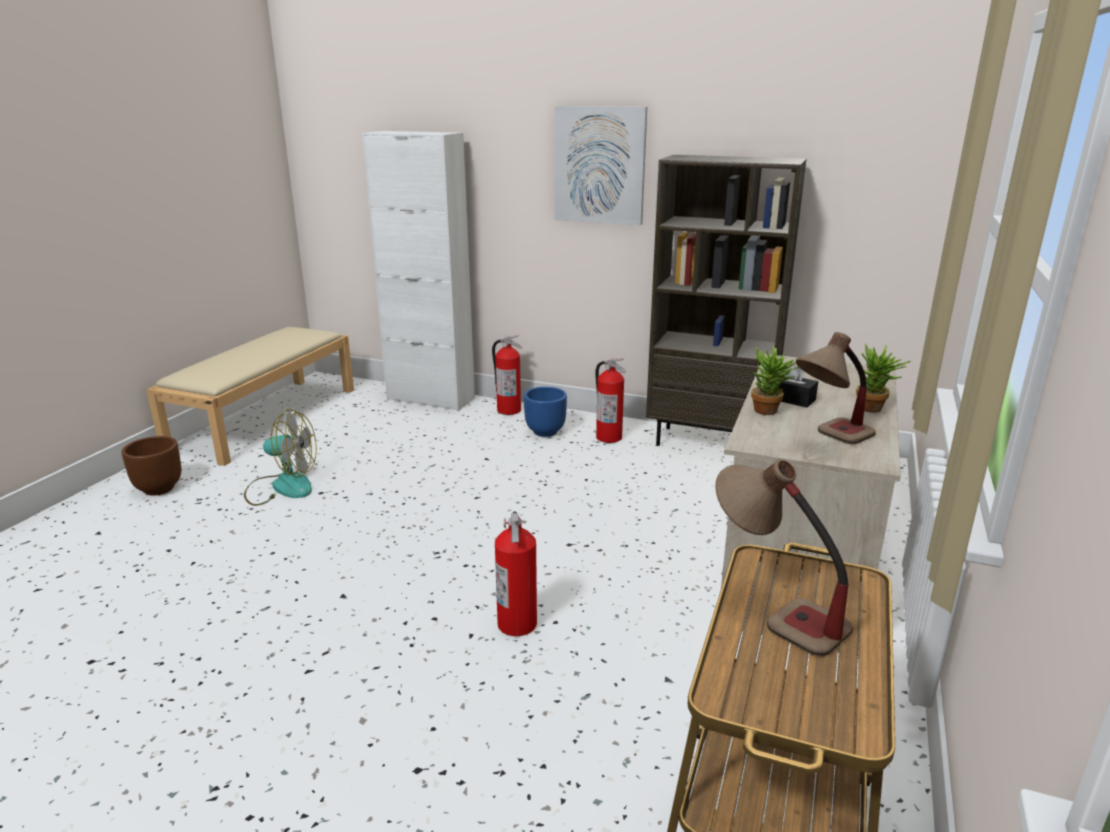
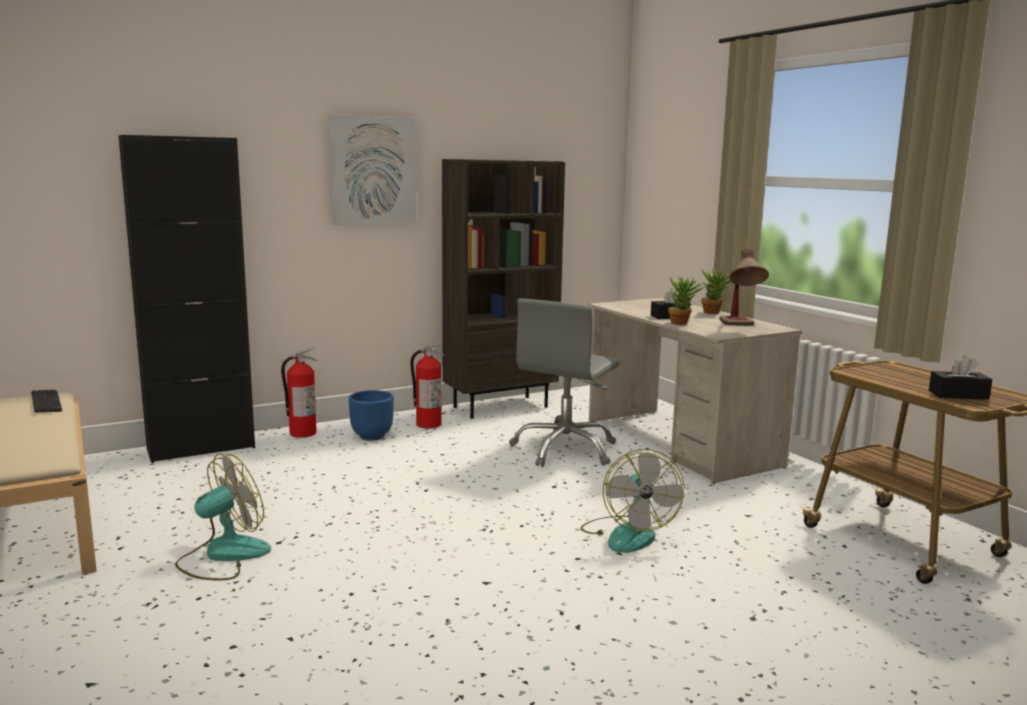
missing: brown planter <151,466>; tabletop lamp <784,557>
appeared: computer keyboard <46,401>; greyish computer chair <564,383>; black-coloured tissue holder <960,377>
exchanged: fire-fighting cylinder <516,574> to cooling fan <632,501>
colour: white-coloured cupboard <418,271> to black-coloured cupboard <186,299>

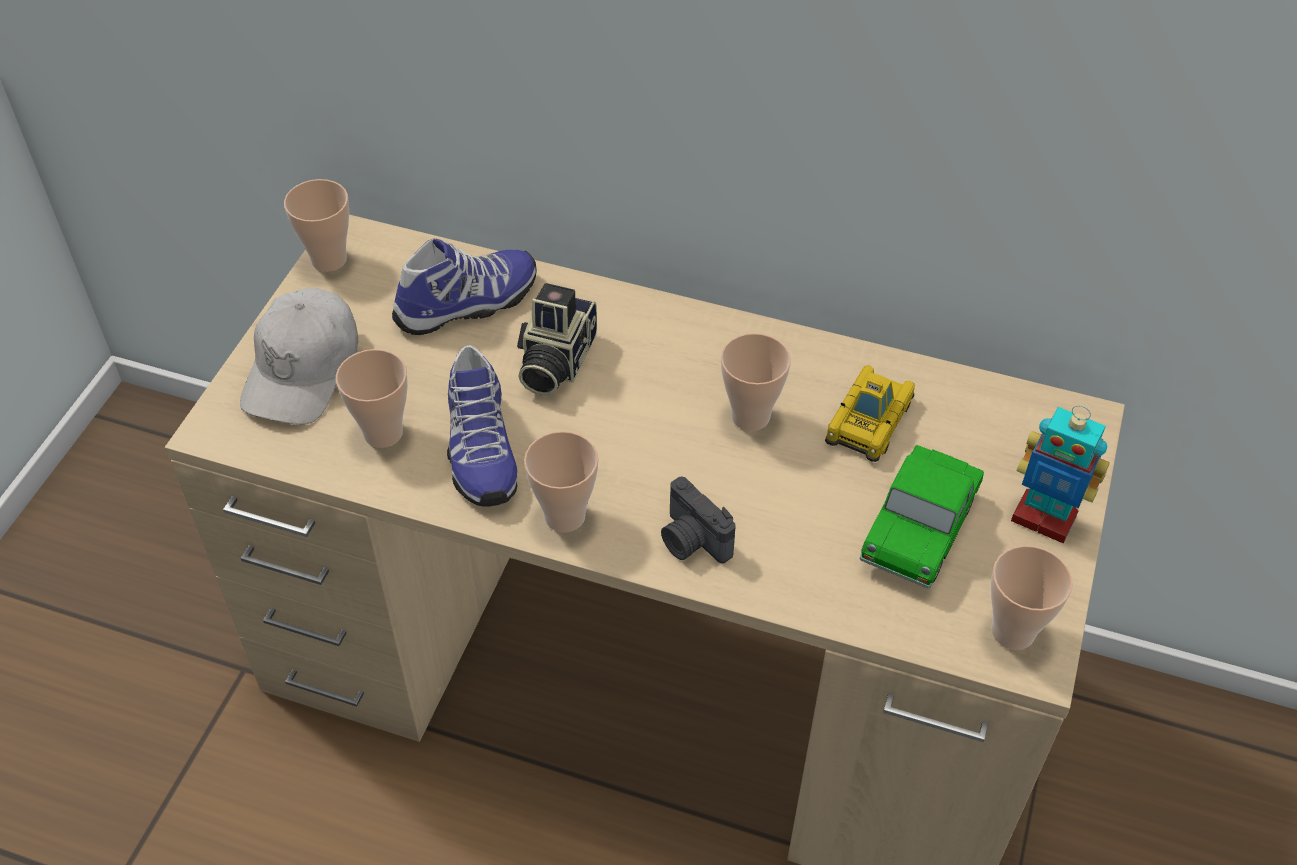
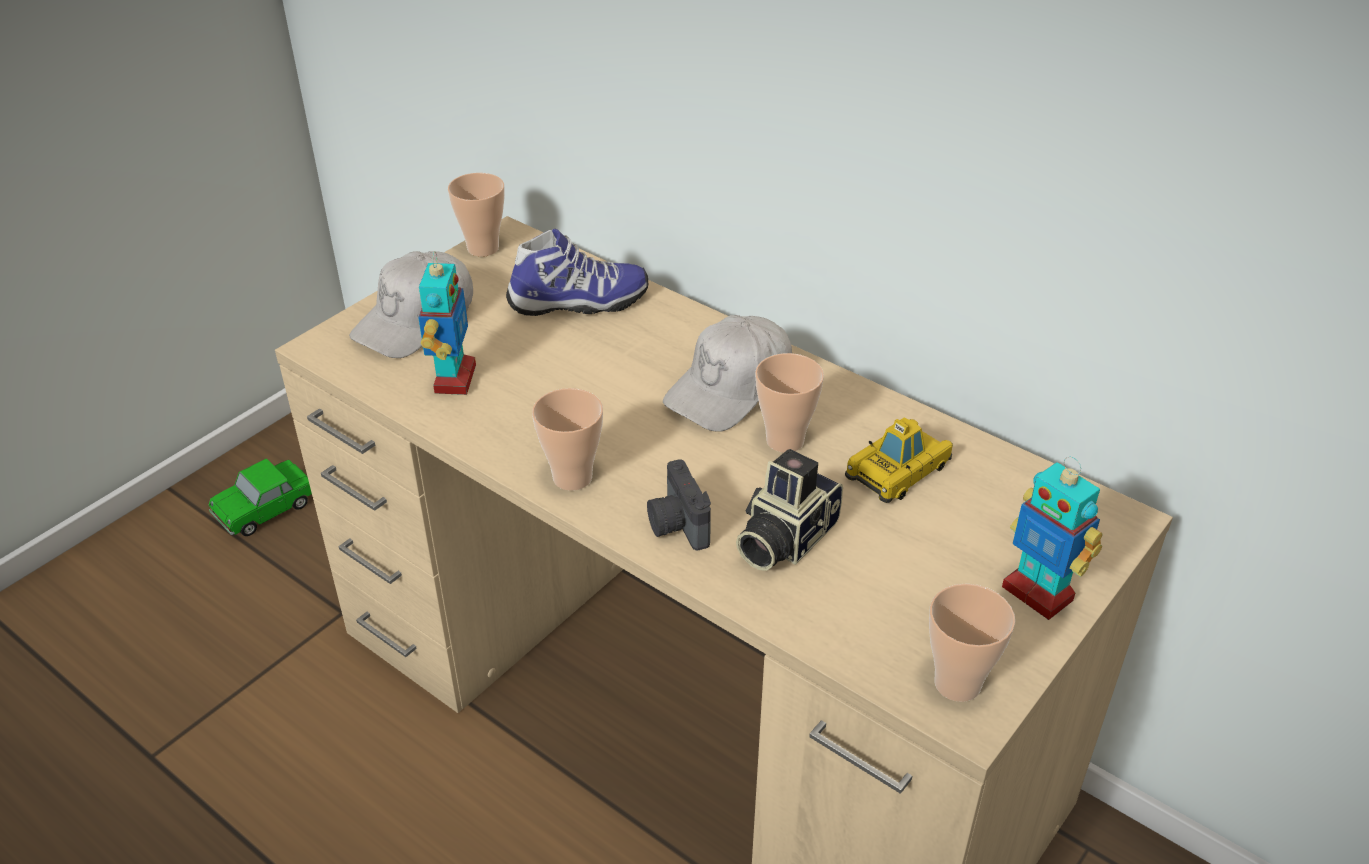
missing: shoe <482,425>
appeared: white-coloured peaked cap <727,373>
relocated: photo camera <557,339> to <789,510>; model car <922,516> to <260,497>
exchanged: cup <372,398> to robot figure <447,323>

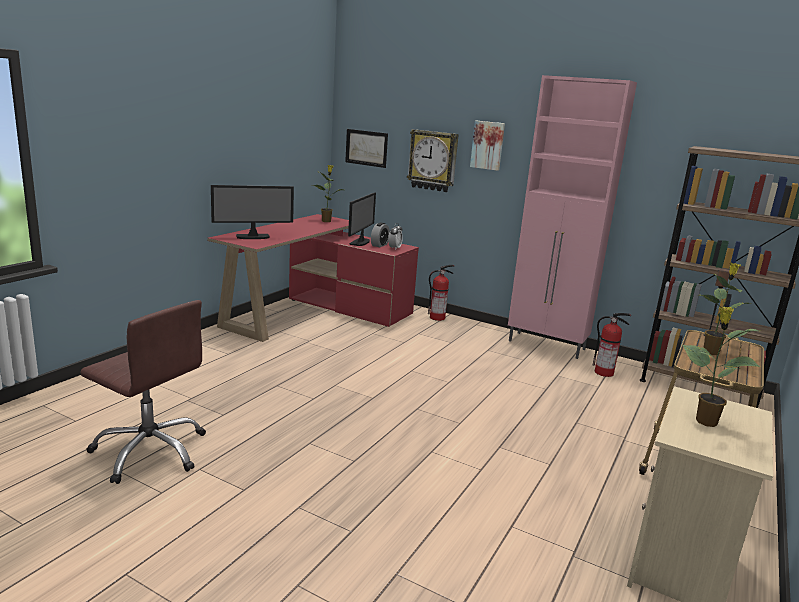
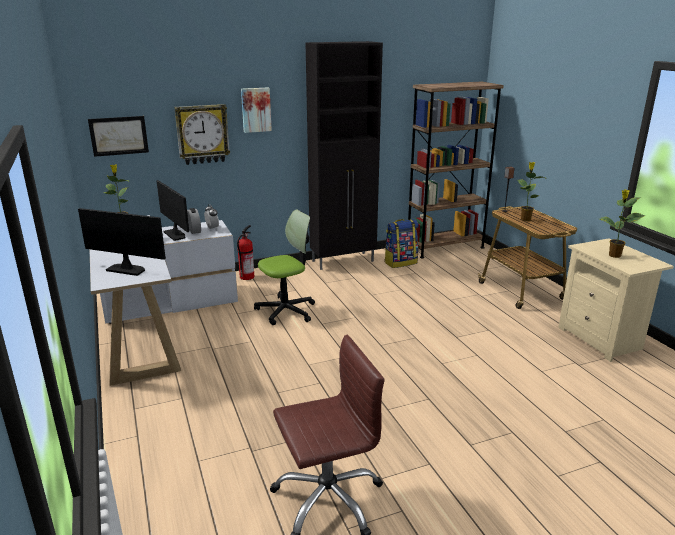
appeared: computer chair <284,267>
exchanged: fire-fighting cylinder <612,345> to knapsack <401,243>
colour: reddish desk table <313,278> to white-coloured desk table <164,300>; pink-coloured cupboard <572,217> to black-coloured cupboard <344,155>
spun: monitor <252,212> = <122,242> 90 degrees counterclockwise

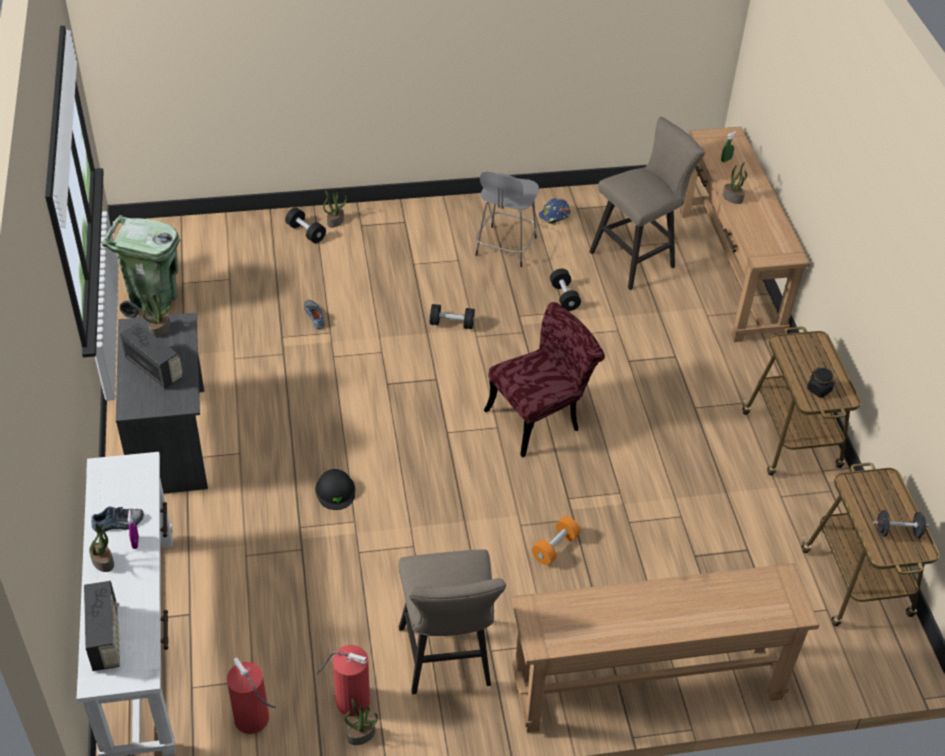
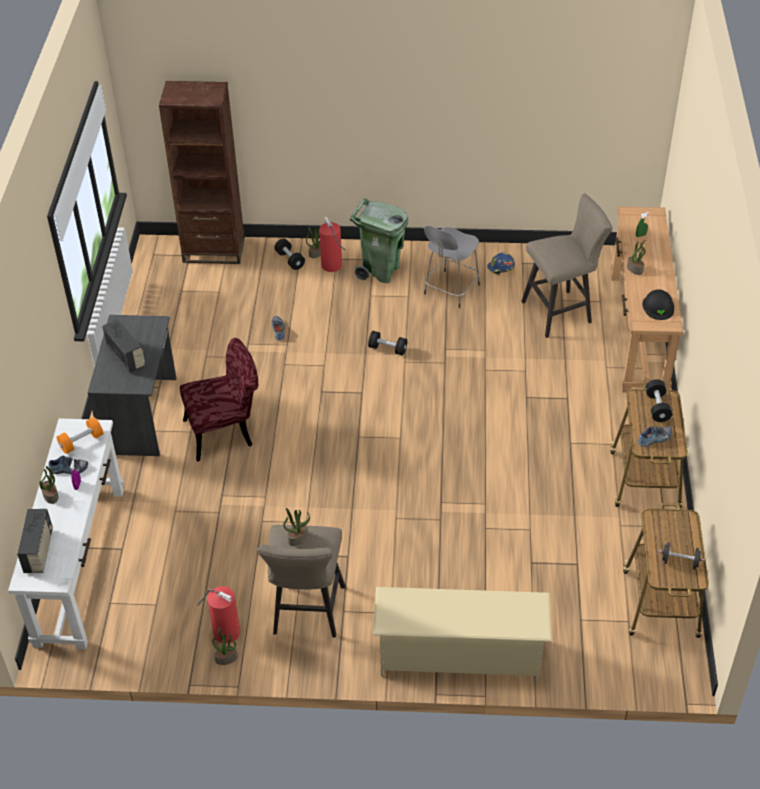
appeared: brown bookshelf <202,172>
relocated: green waste bin <140,266> to <379,240>; plant in a pot <156,316> to <296,527>; fire-fighting cylinder <251,695> to <332,244>; black-coloured safety helmet <335,489> to <658,304>; reddish upright chair <544,379> to <219,400>; orangey free weight <556,540> to <80,435>; black-coloured free weight <565,290> to <658,400>
exchanged: brown hall table <665,648> to sand-coloured shoe shelf <462,635>; black-coloured preserve jar <821,382> to shoe <655,436>

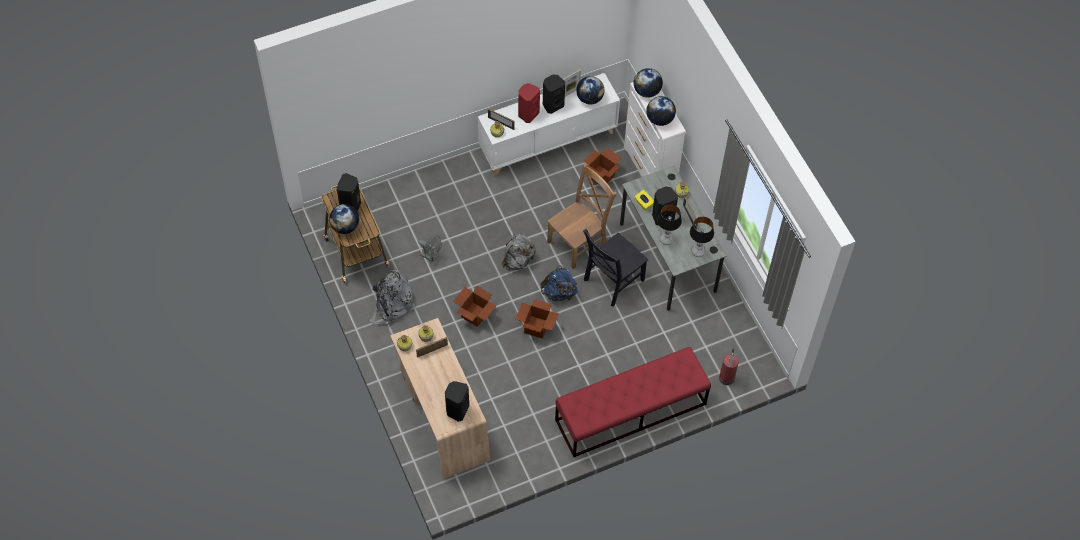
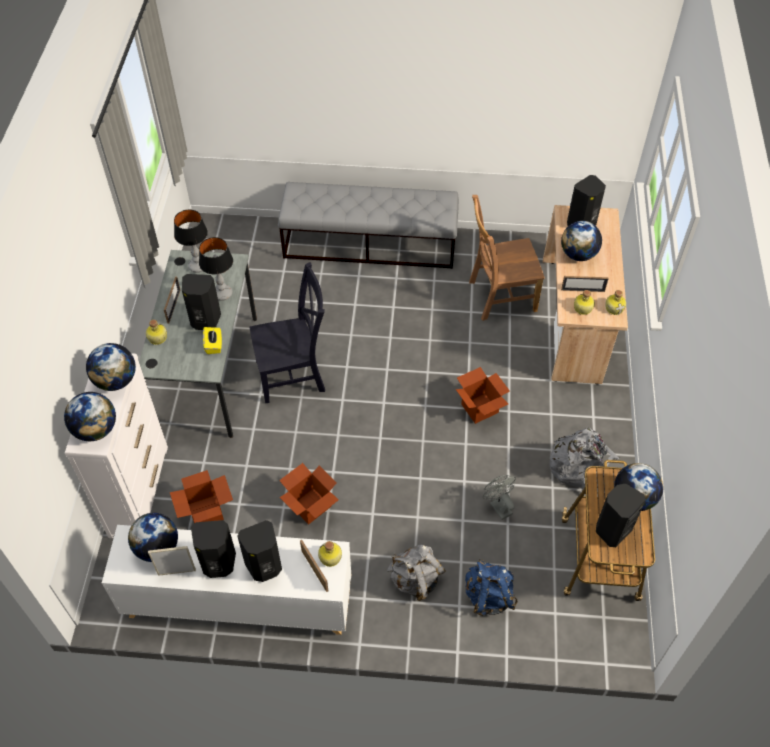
missing: fire-fighting cylinder <729,367>
appeared: world globe <581,241>
relocated: greyish knapsack <519,252> to <416,572>; carton <537,319> to <309,493>; blue knapsack <559,283> to <491,587>; brown upright chair <582,216> to <507,258>
colour: reddish loudspeaker <529,103> to black-coloured loudspeaker <259,551>; reddish long seat <633,402> to greyish long seat <368,225>

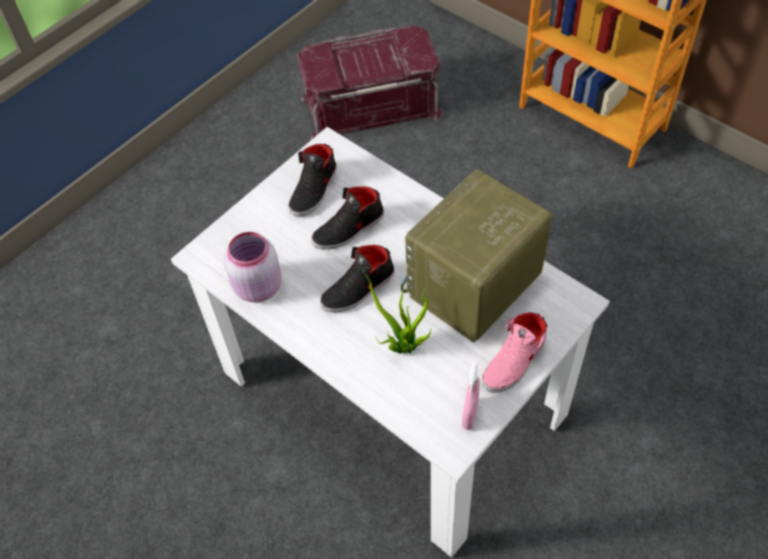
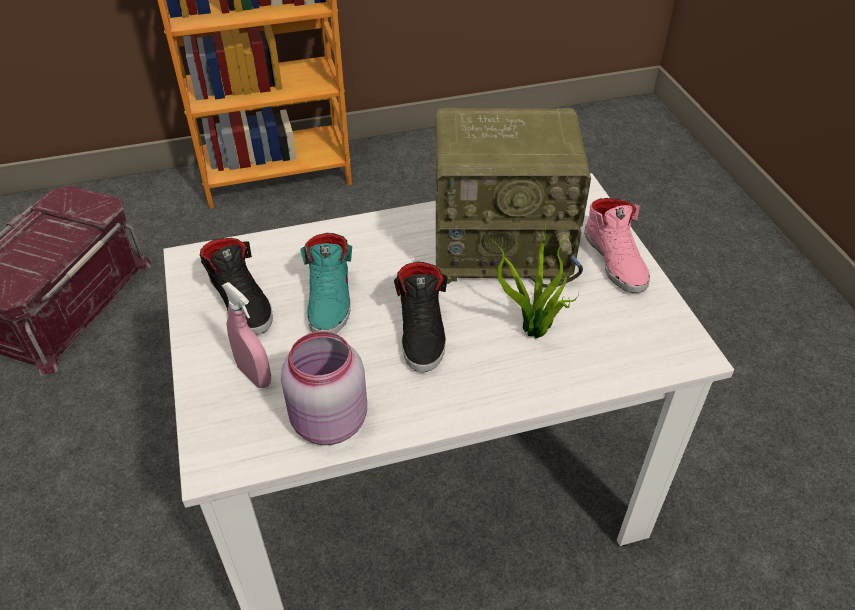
relocated: pink-coloured spray bottle <471,395> to <246,335>
colour: black-coloured shoe <347,217> to blue-green shoe <326,283>
spun: radio <476,256> = <513,198> 75 degrees counterclockwise

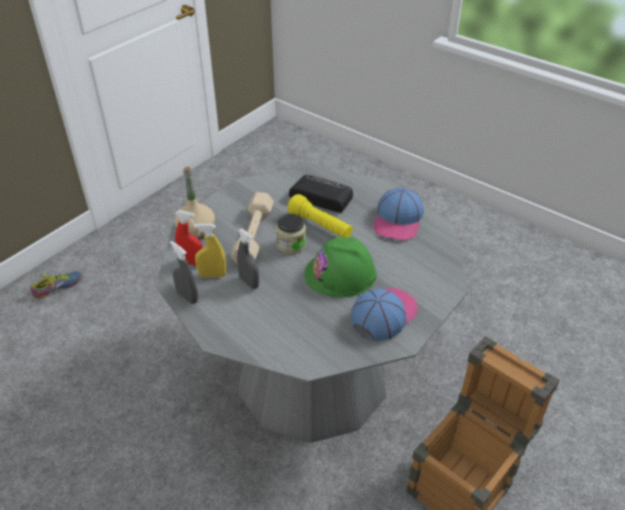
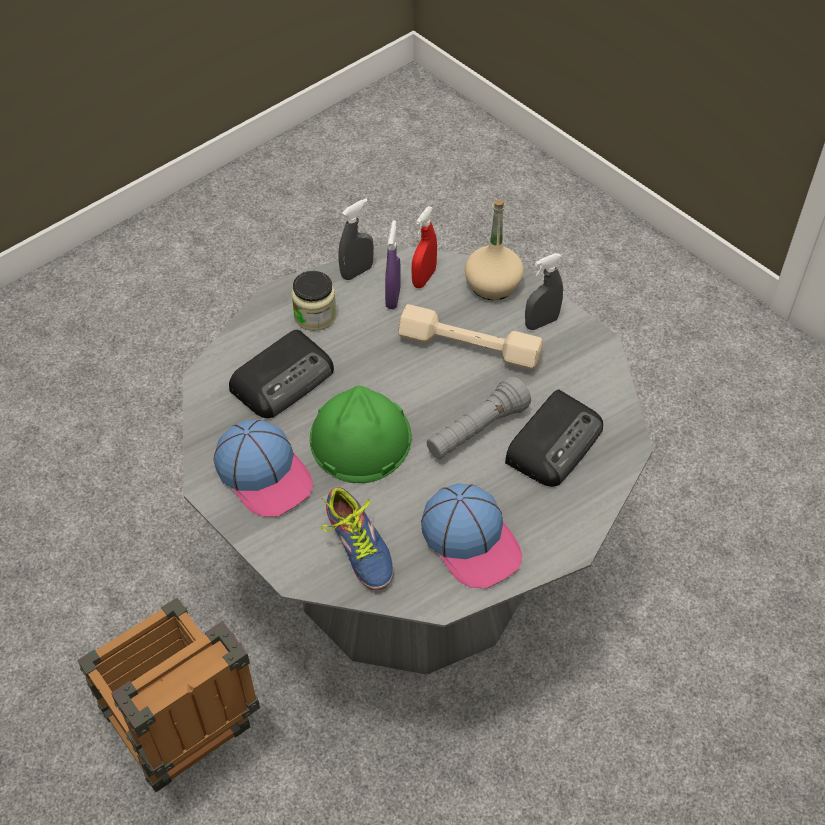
appeared: radio <281,374>
relocated: shoe <56,285> to <357,538>; greyish spray bottle <248,258> to <544,291>; preserve jar <291,234> to <314,301>
colour: yellow-coloured spray bottle <210,251> to purple spray bottle <393,264>; yellow-coloured torch <320,215> to greyish torch <479,418>
spun: peaked cap <399,214> = <472,536> 150 degrees counterclockwise

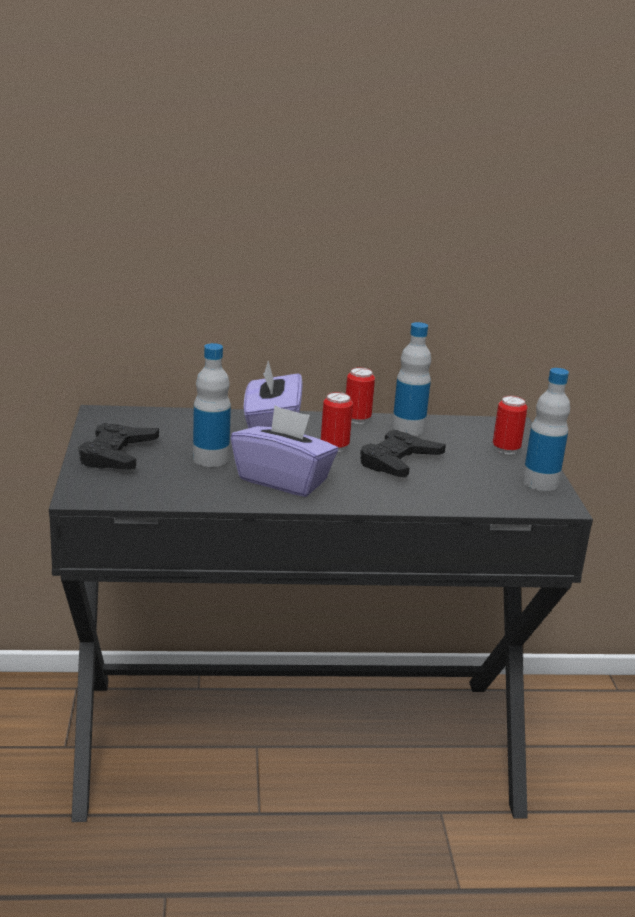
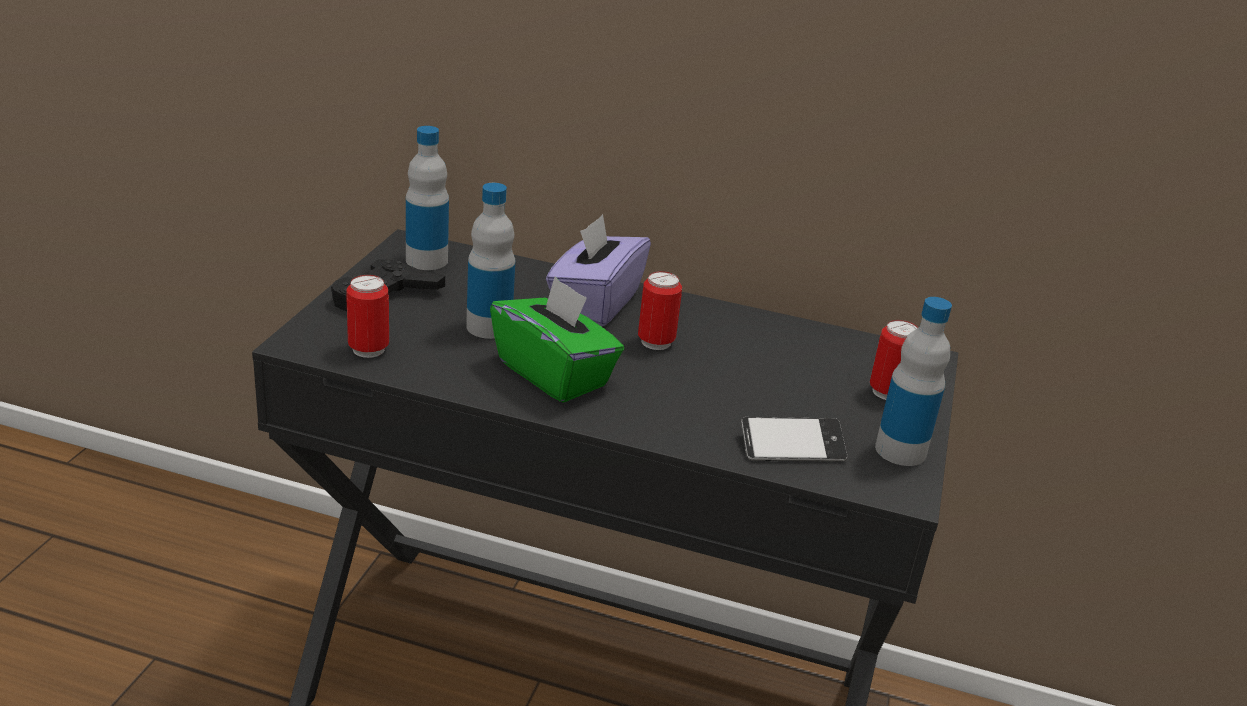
missing: black-coloured gamepad <403,453>
appeared: handset <794,439>
relocated: metal can <360,395> to <367,316>; drink bottle <411,379> to <427,198>
colour: purple tissue holder <284,451> to green tissue holder <557,339>

